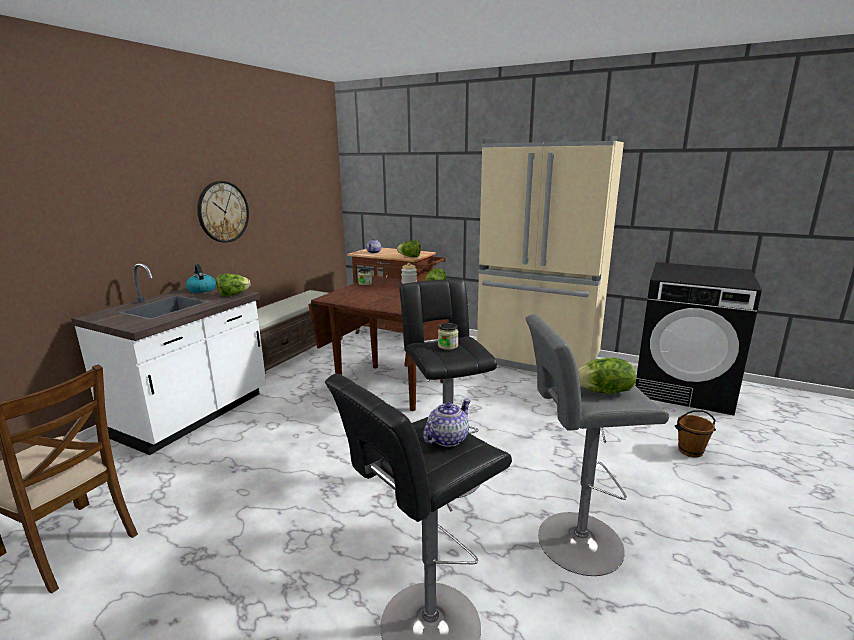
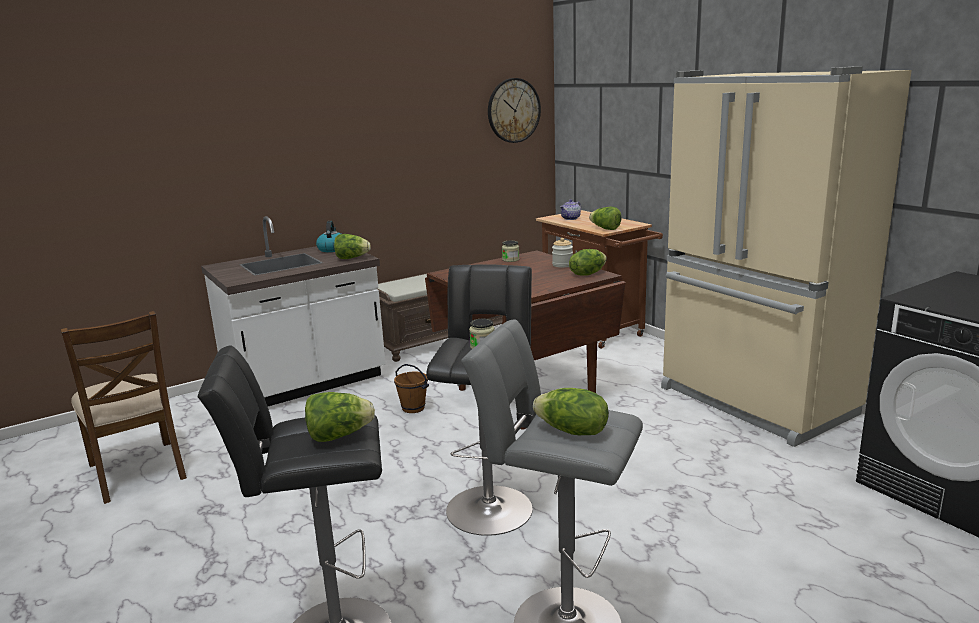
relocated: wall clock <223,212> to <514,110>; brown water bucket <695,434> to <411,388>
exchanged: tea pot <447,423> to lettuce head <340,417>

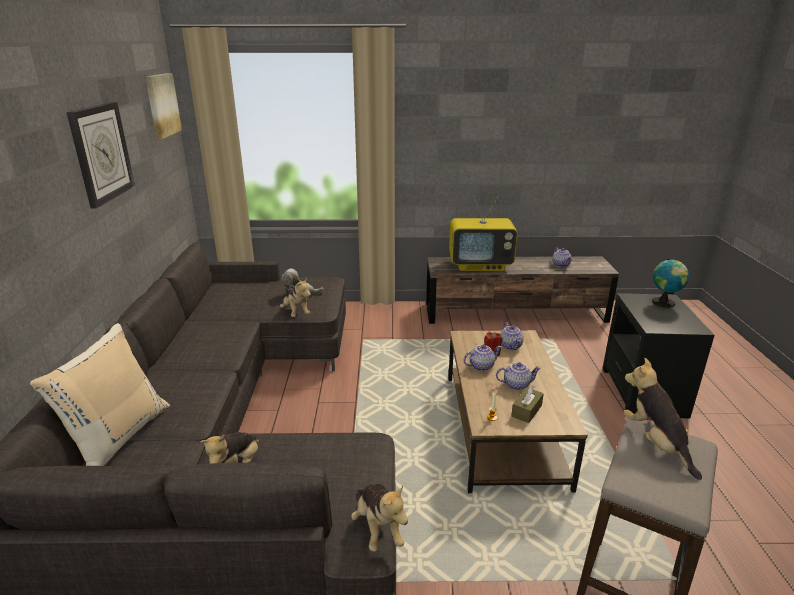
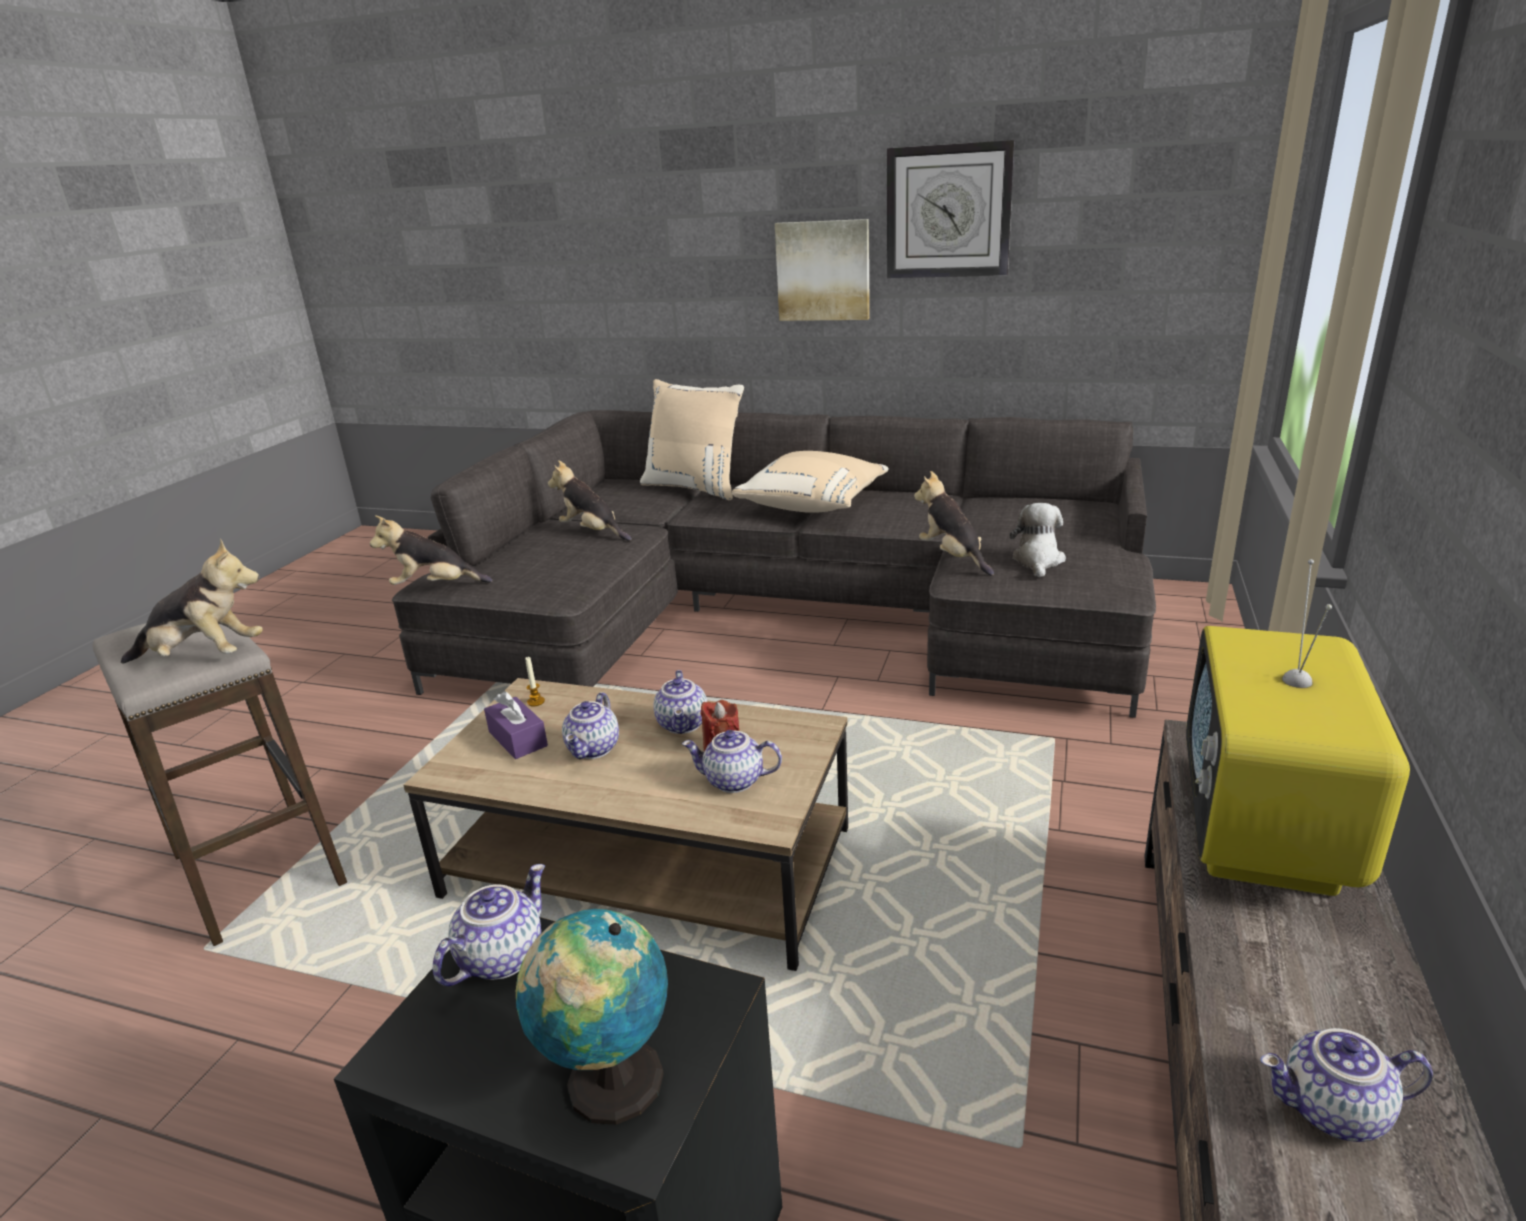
appeared: tea pot <489,925>; sand-coloured cushion <810,482>
relocated: wall art <163,106> to <822,270>
colour: brown tissue holder <527,404> to purple tissue holder <516,725>
spun: cuddly toy <295,297> = <954,523> 75 degrees clockwise

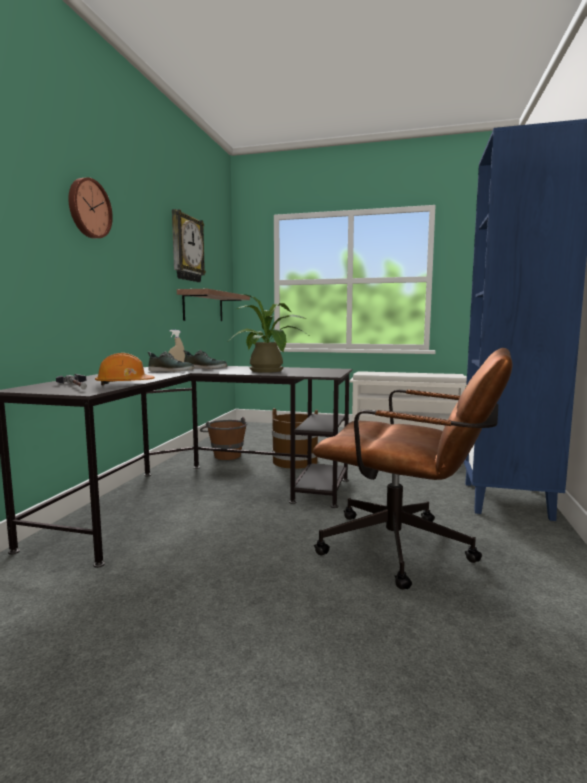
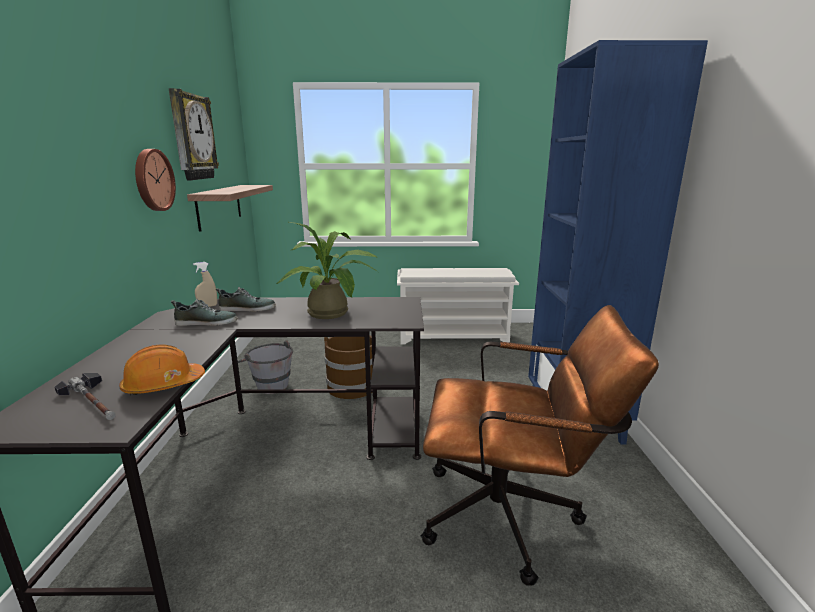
relocated: wall clock <90,208> to <155,180>
colour: brown water bucket <223,438> to greyish water bucket <265,367>

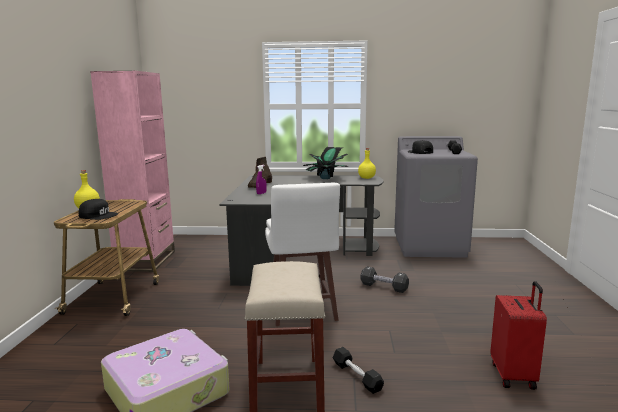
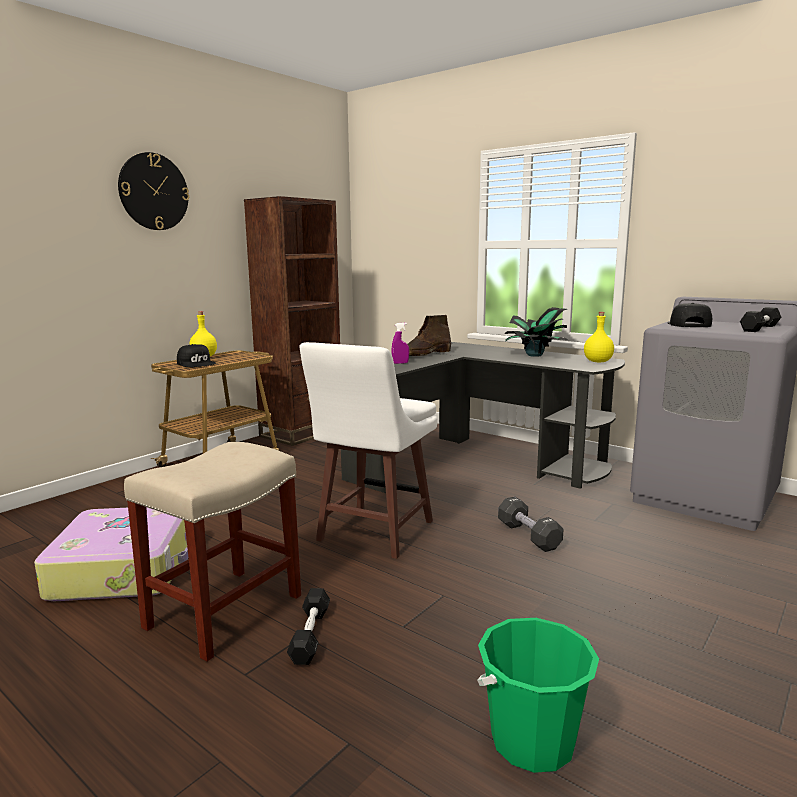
appeared: wall clock <153,191>
exchanged: reddish travel case <518,335> to green water bucket <538,695>
colour: pink-coloured bookshelf <132,171> to brown bookshelf <292,321>

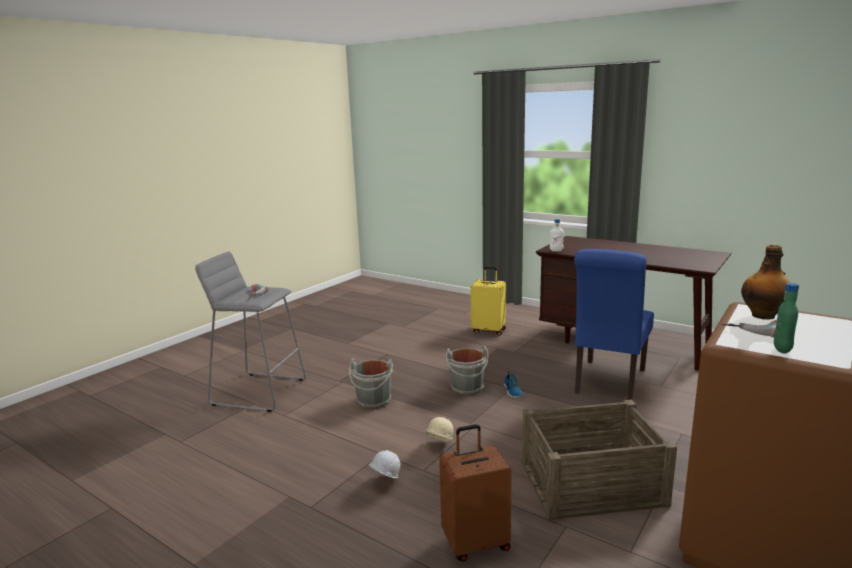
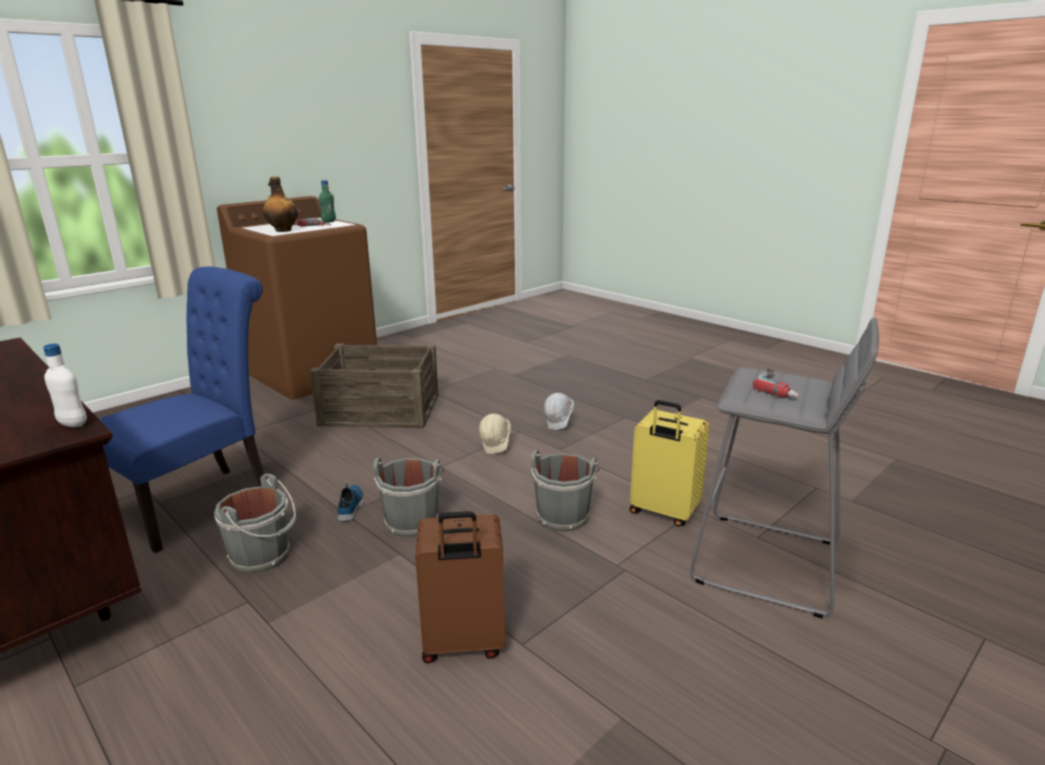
appeared: greyish water bucket <255,523>
relocated: brown travel case <475,492> to <460,587>; yellow-coloured travel case <488,301> to <670,463>

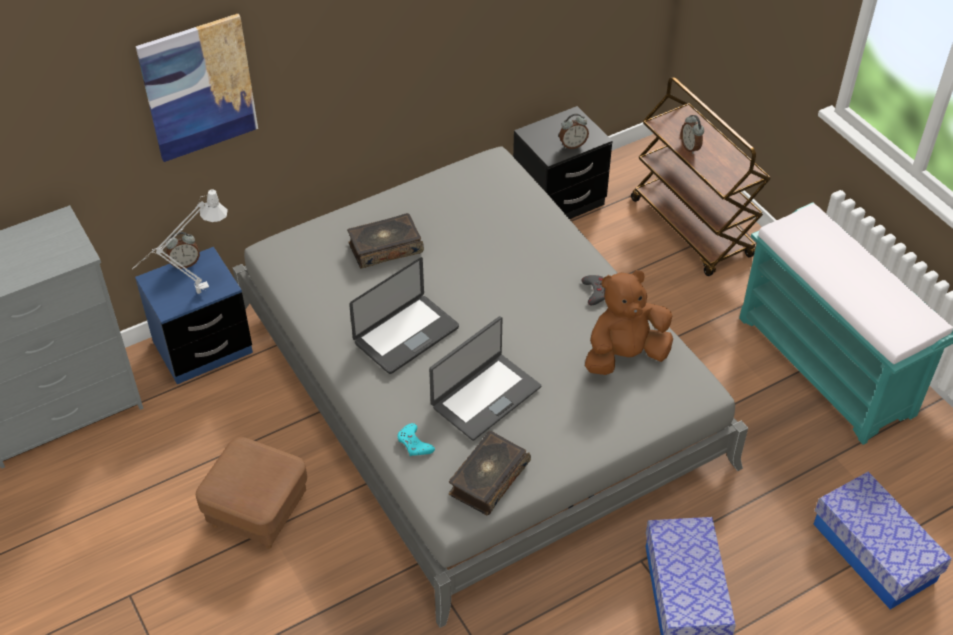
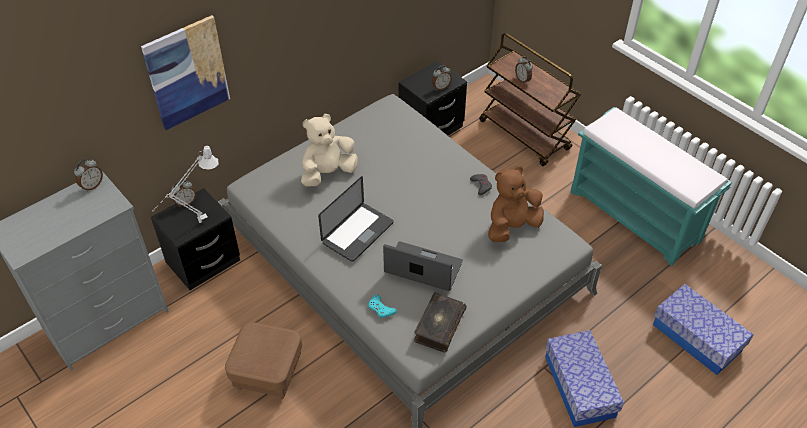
appeared: table clock <88,175>
exchanged: volume <385,241> to sand-coloured cuddly toy <329,150>
colour: blue nightstand <194,315> to black-coloured nightstand <195,239>
spun: laptop <485,378> = <423,266> 105 degrees counterclockwise

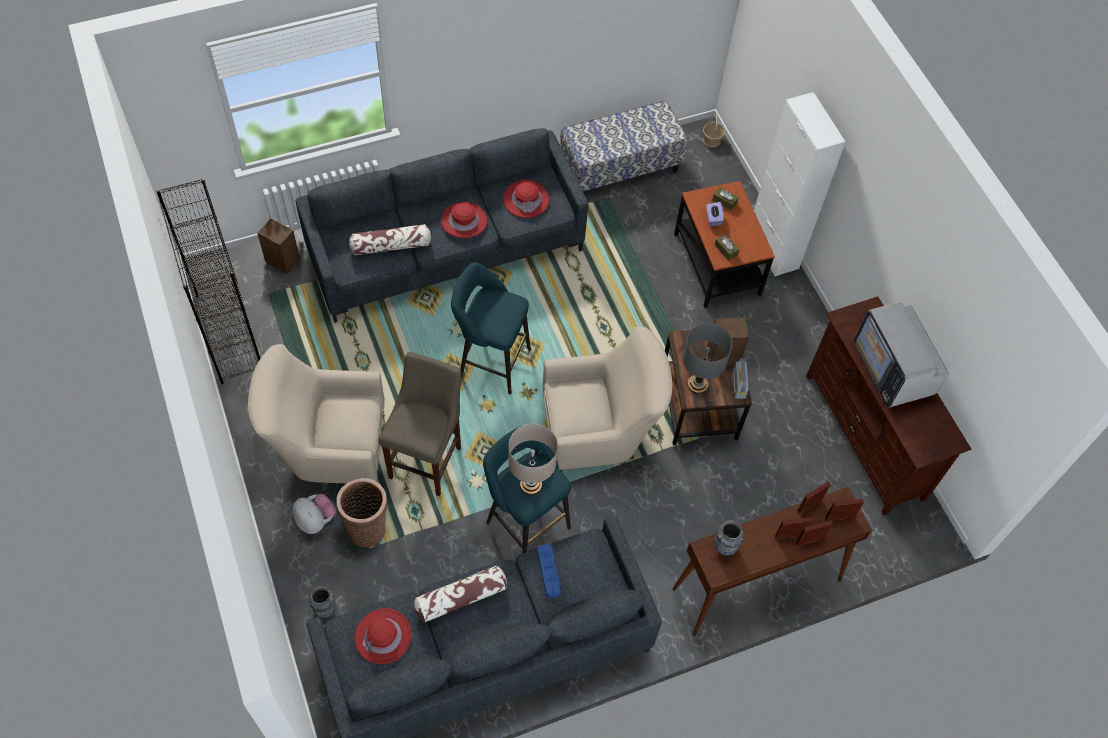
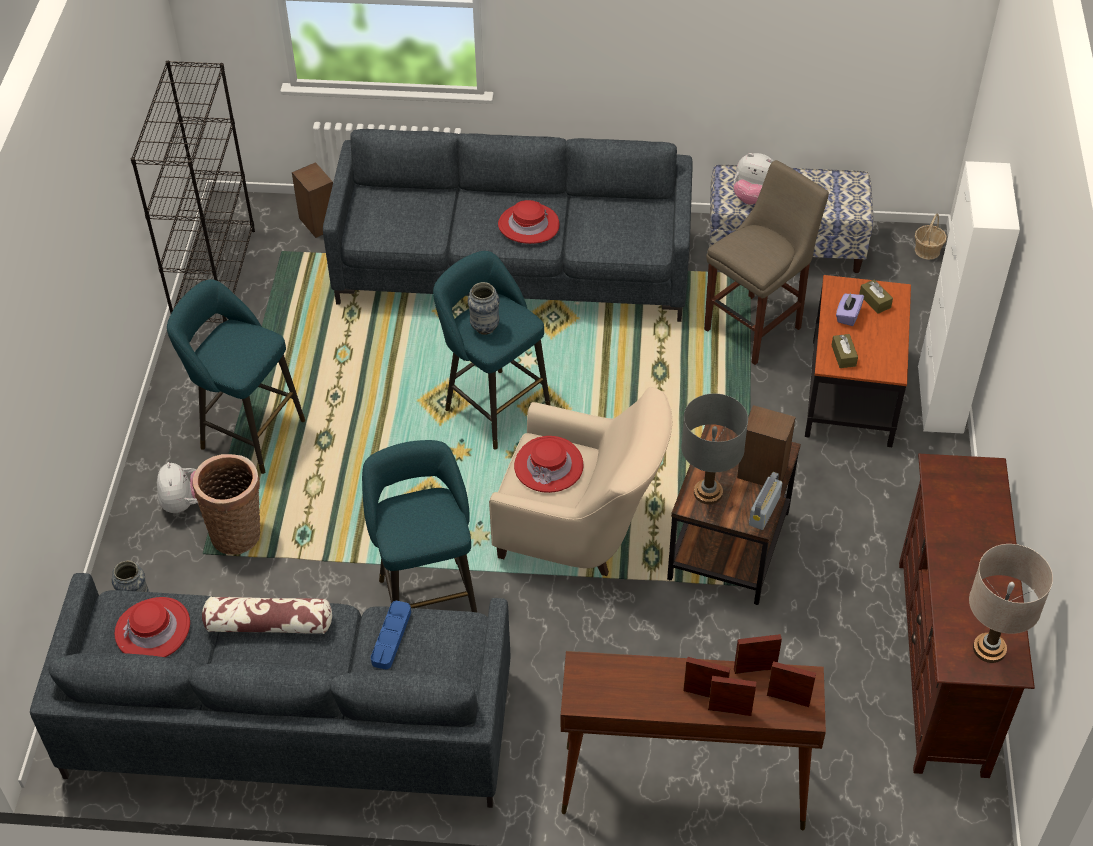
missing: cushion <390,240>; TV <901,355>
appeared: cuddly toy <753,178>
relocated: sand-coloured stool seat <419,424> to <766,262>; reddish wearable hat <526,198> to <549,464>; sand-coloured tabletop lamp <533,459> to <1011,603>; decorative vase <729,538> to <484,308>
exchanged: sand-coloured armchair <316,413> to blue-green stool seat <236,376>

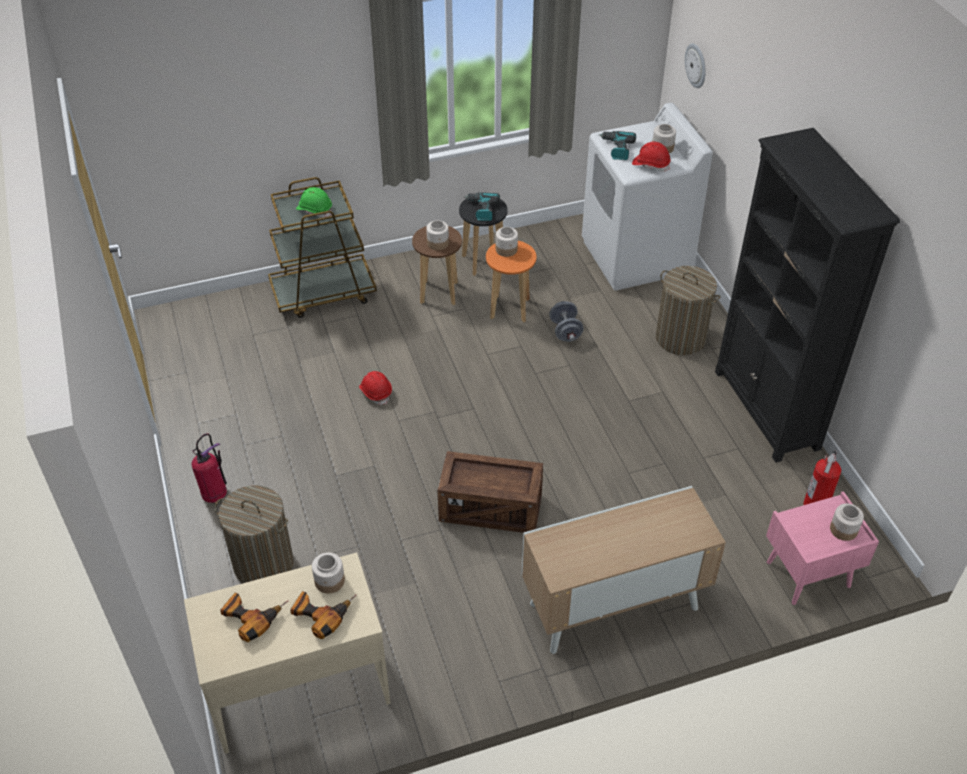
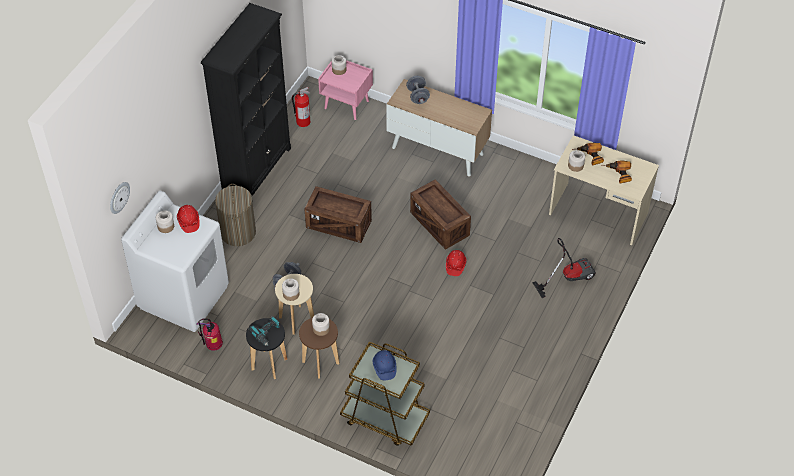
missing: drill <617,145>
appeared: shipping crate <338,214>; greyish free weight <418,90>
relocated: fire-fighting cylinder <209,468> to <209,334>; reddish safety helmet <375,388> to <456,263>
exchanged: laundry basket <254,534> to vacuum <564,268>
colour: green safety helmet <314,202> to blue safety helmet <384,365>; orangey stool seat <511,281> to sand-coloured stool seat <294,304>

